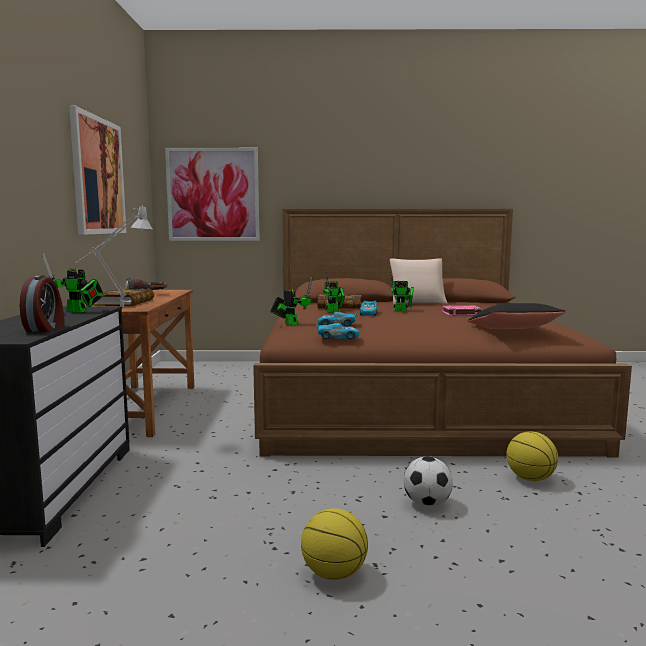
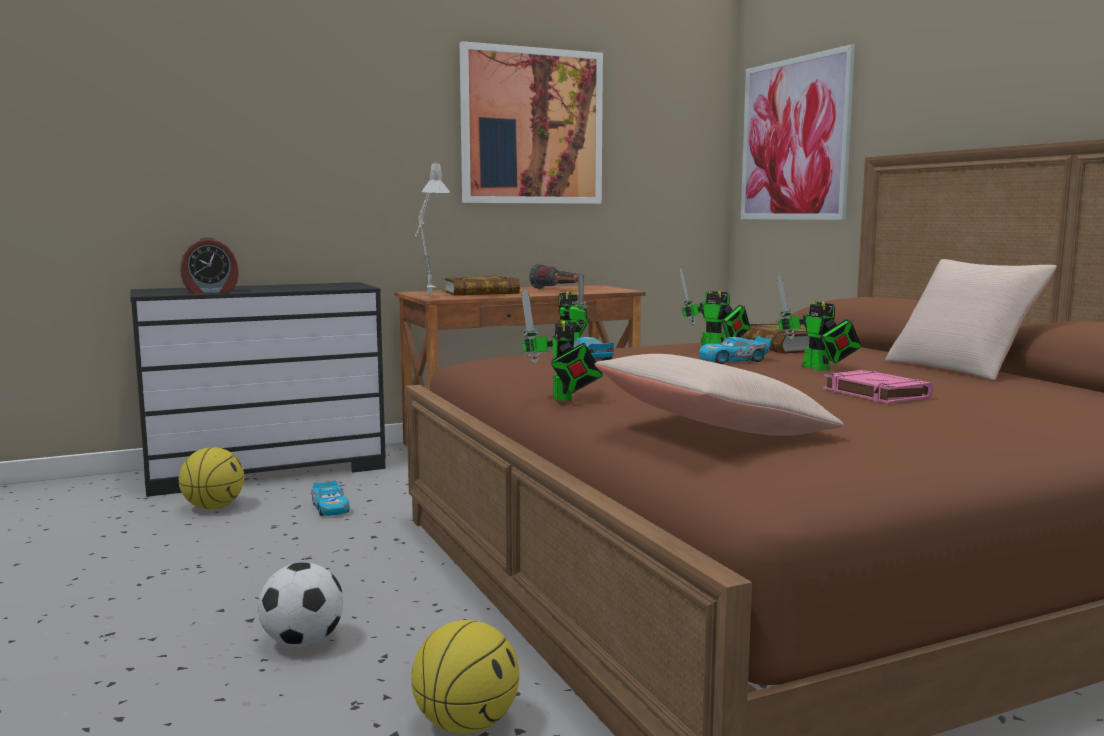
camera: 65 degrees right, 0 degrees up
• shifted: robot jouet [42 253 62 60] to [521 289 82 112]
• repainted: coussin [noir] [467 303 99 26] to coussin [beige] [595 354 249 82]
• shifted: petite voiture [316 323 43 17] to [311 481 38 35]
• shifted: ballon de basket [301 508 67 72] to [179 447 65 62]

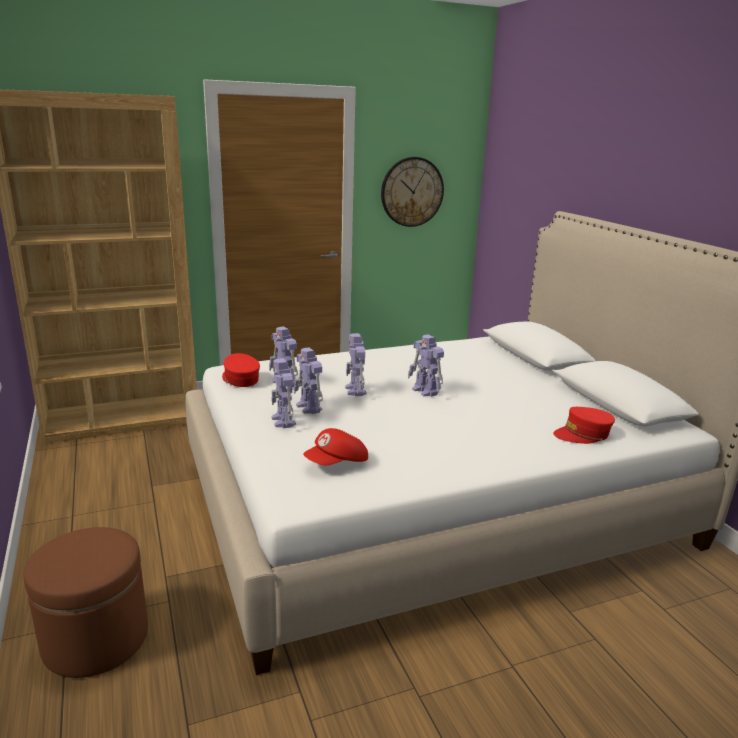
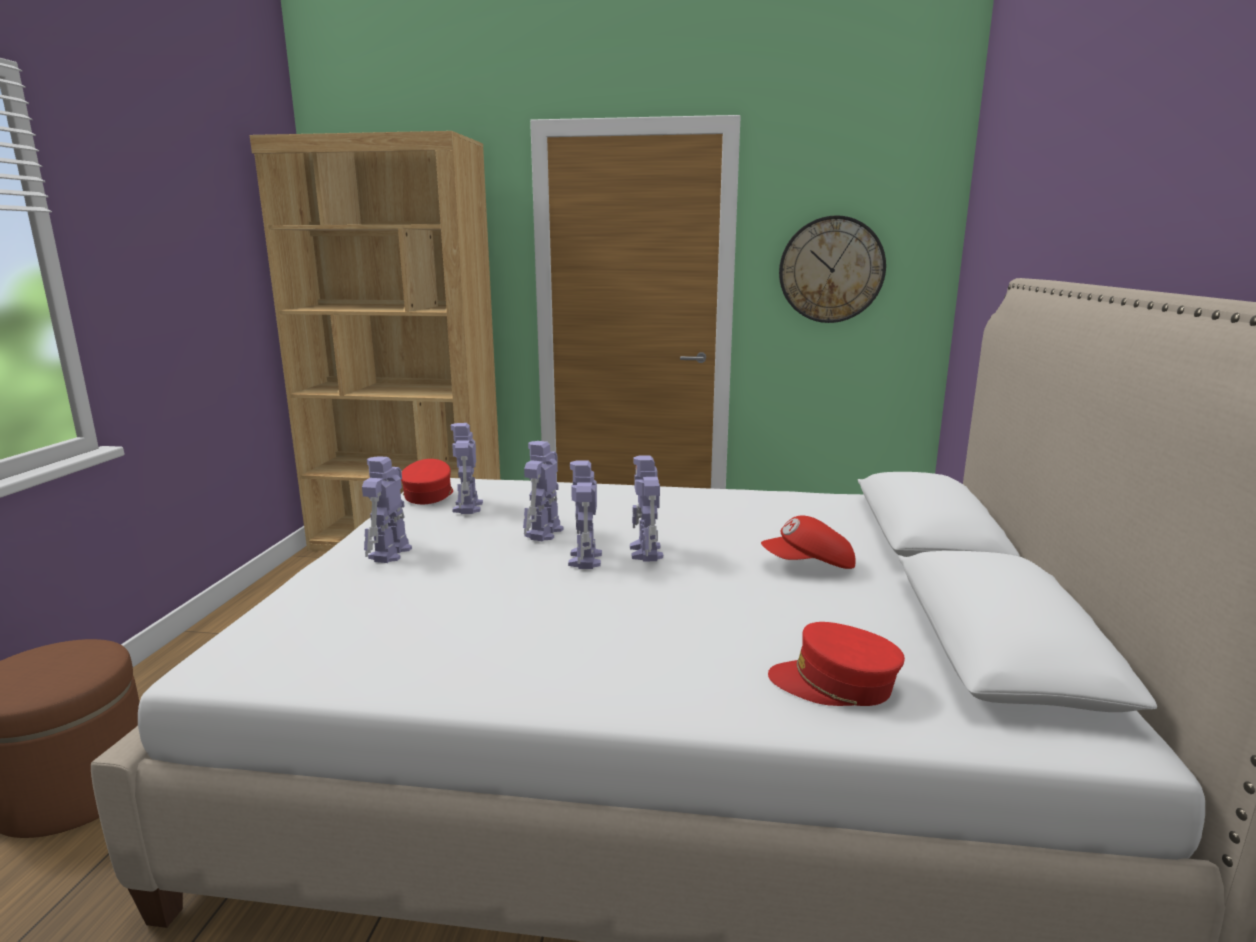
camera: 30 degrees right, 5 degrees down
• shifted: robot jouet [294 347 29 67] to [568 460 34 109]
• shifted: casquette [rouge] [303 428 65 38] to [761 516 95 53]

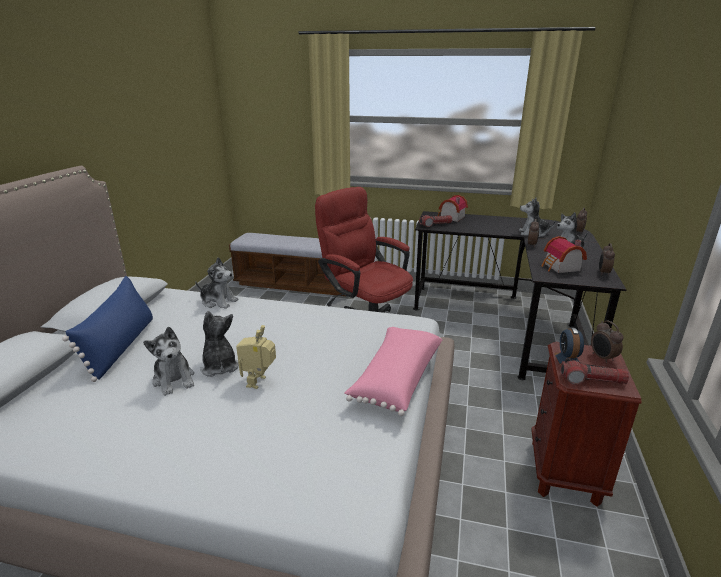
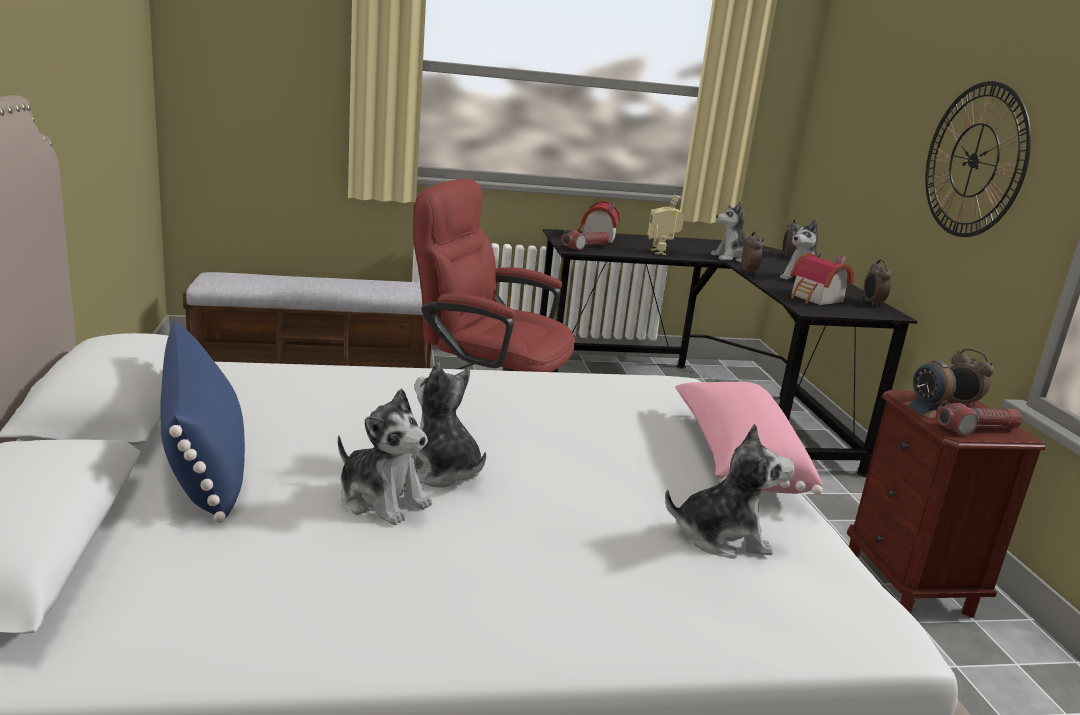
camera: 25 degrees left, 5 degrees down
• shifted: peluche [195 257 43 52] to [665 424 130 135]
• shifted: robot jouet [236 325 40 64] to [647 194 37 61]
• new: horloge murale [925 81 106 156]

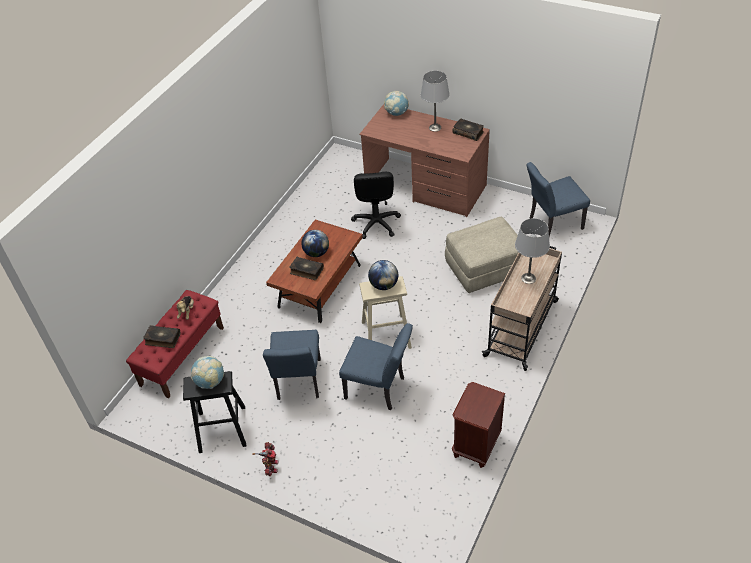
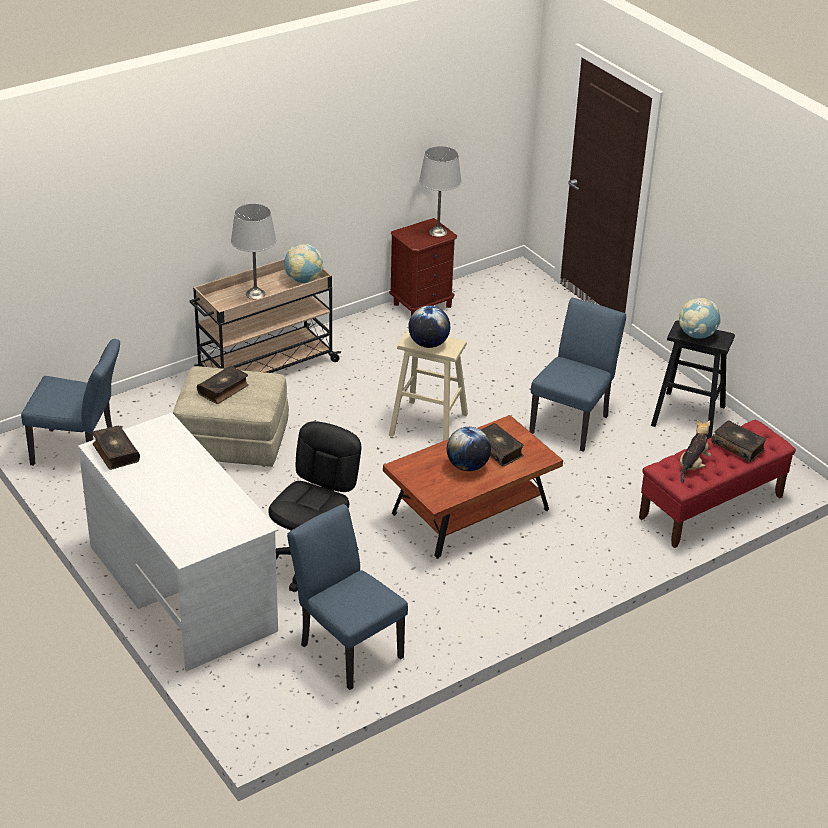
camera: 155 degrees left, 10 degrees down
• shifted: lampe de table [gris] [421 71 29 61] to [419 146 43 91]
• shifted: globe [384 91 25 25] to [284 244 39 39]
• repainted: bureau [marron] [359 104 131 113] to bureau [blanc] [78 413 200 259]
• shifted: chaise [bleu] [339 323 74 87] to [287 504 121 186]
• gone: robot jouet [252 442 27 34]
• new: livre [197 366 52 38]

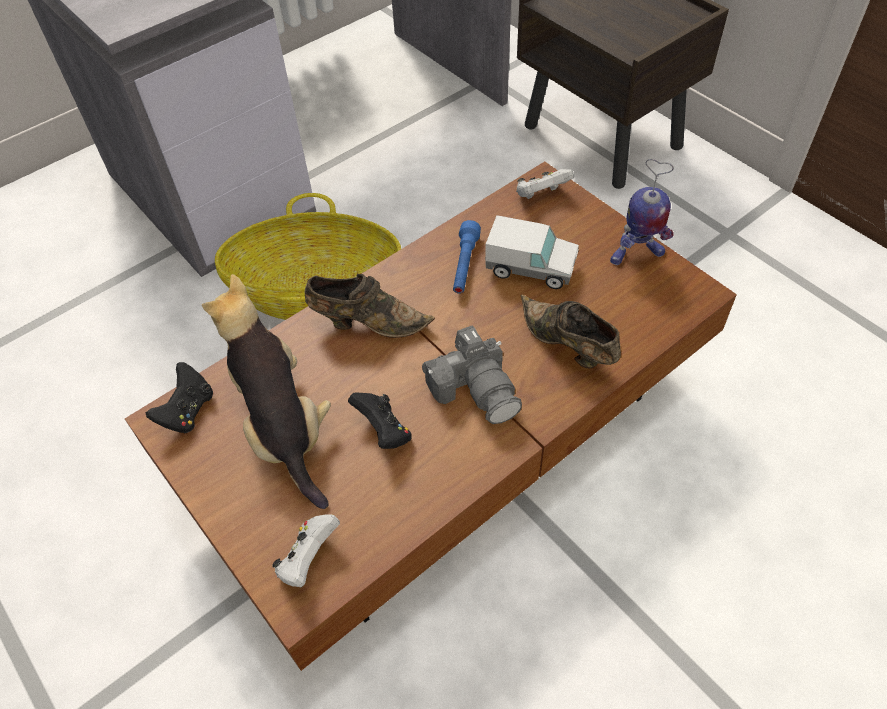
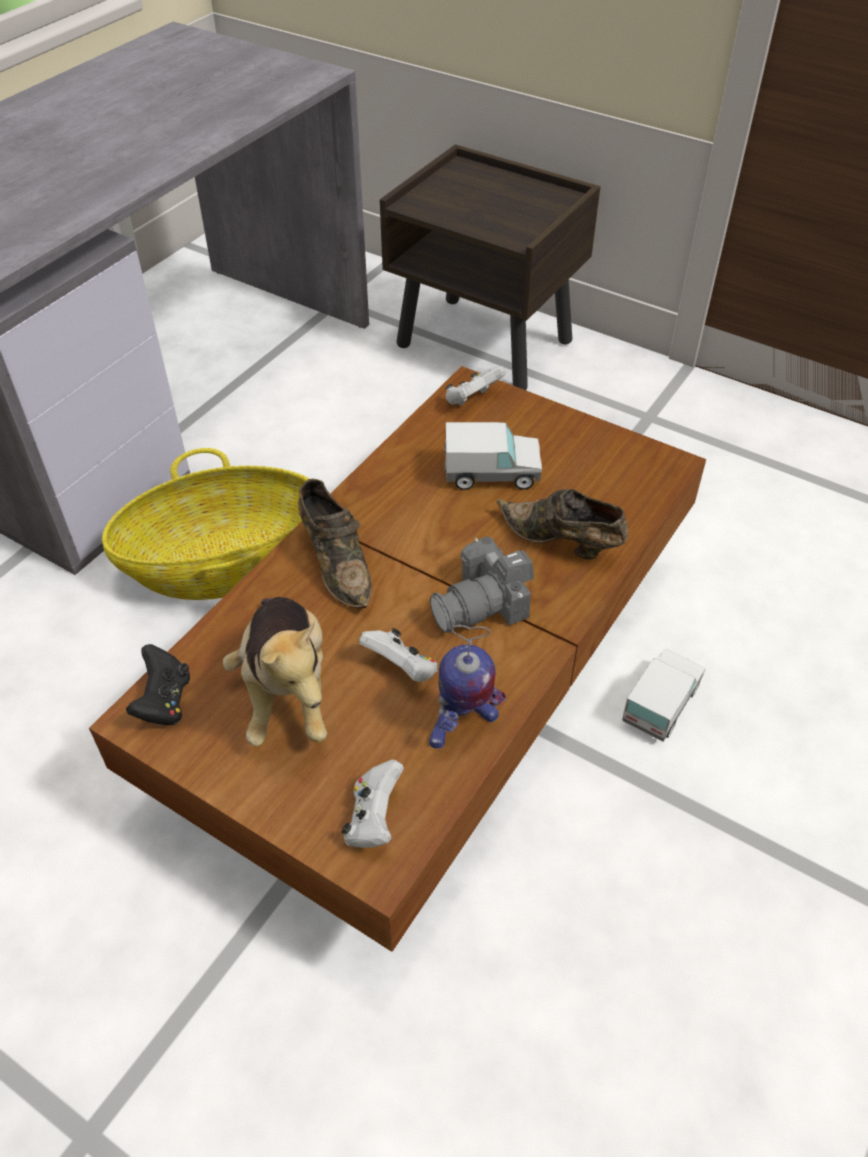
camera: 20 degrees left, 5 degrees down
• shifted: robot jouet [610 159 64 106] to [429 625 77 124]
• gone: lampe de poche [bleu] [453 220 28 74]
• rotated: peluche [202 274 129 235] = [223 597 104 149] 150 degrees counterclockwise
• rotated: chaussure [marron] [305 274 130 64] = [298 479 74 130] 75 degrees clockwise
• rotated: appareil photo [422 326 100 98] = [430 537 104 96] 105 degrees clockwise
• repainted: manette [noir] [348 393 64 56] to manette [blanc] [359 628 78 54]
• new: camion jouet [622 648 84 94]

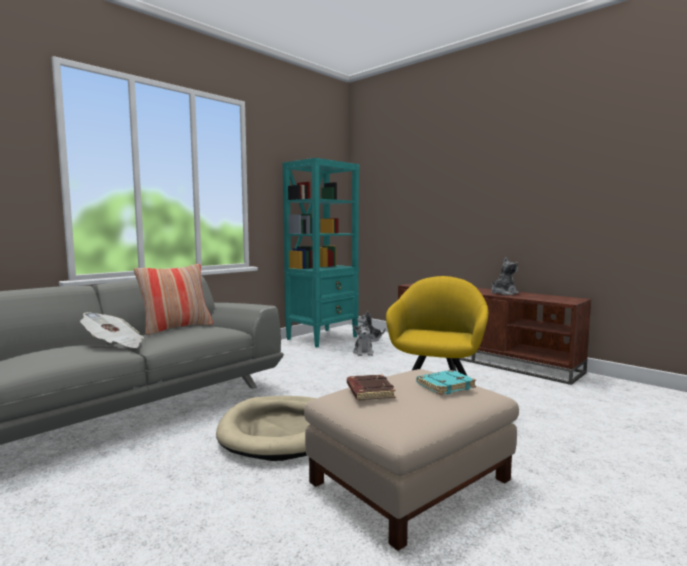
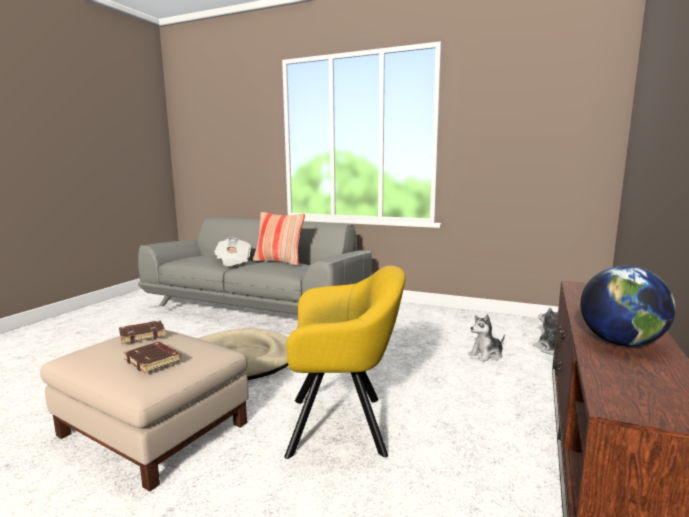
camera: 70 degrees right, 5 degrees up
• gone: bibliothèque [turquoise] [283 158 76 189]
• swapped: peluche [491 257 28 38] to globe [580 266 96 80]
• repainted: livre [turquoise] [416 370 60 25] to livre [marron] [124 342 58 31]

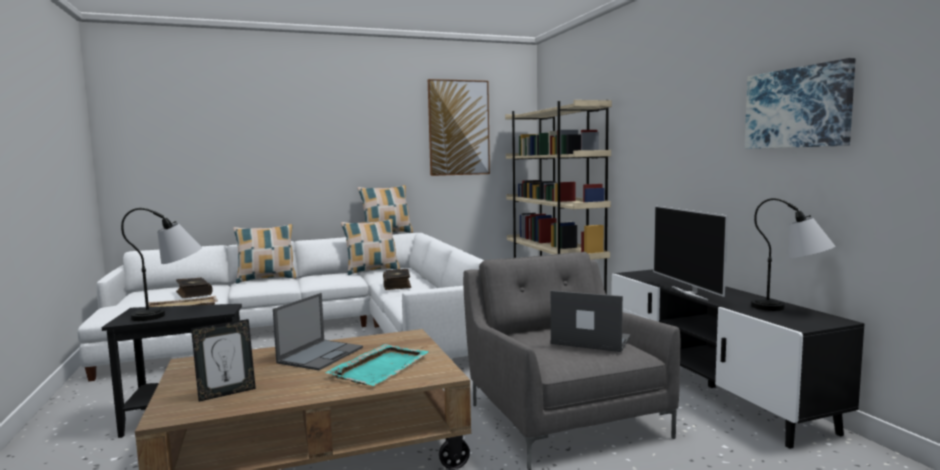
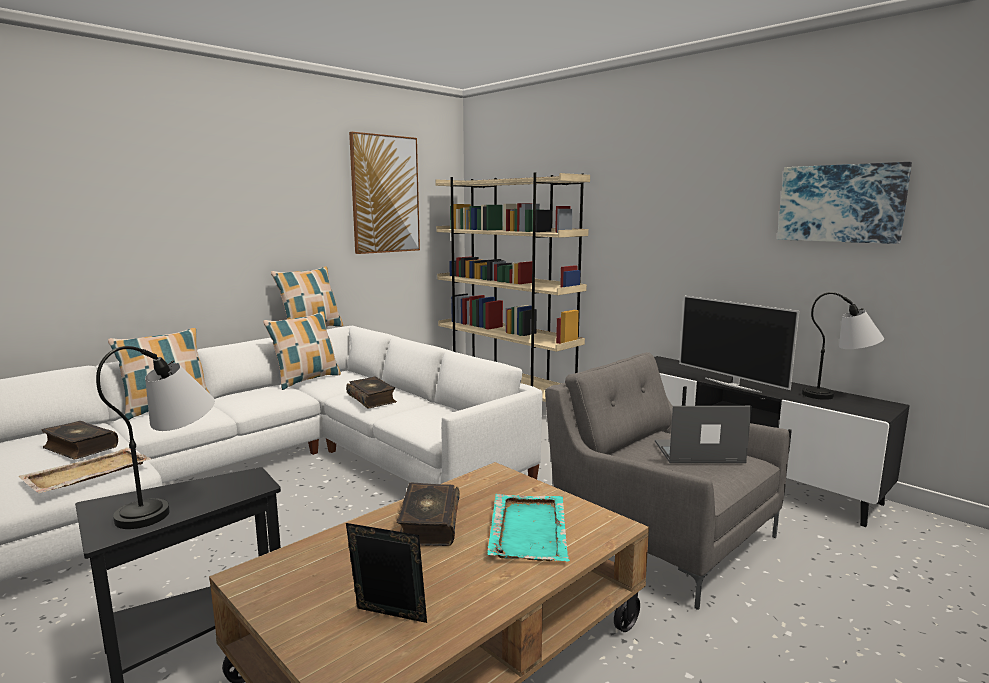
camera: 25 degrees left, 5 degrees up
• swapped: ordinateur portable [273 293 90 77] to livre [397 482 63 64]
• rotated: cadre photo [191 319 65 83] = [346 523 81 100] 105 degrees counterclockwise

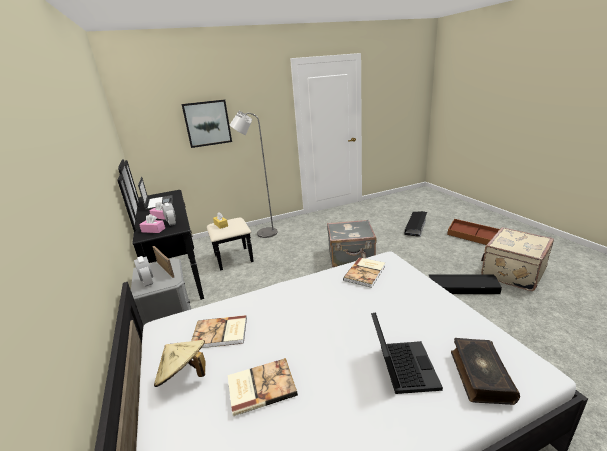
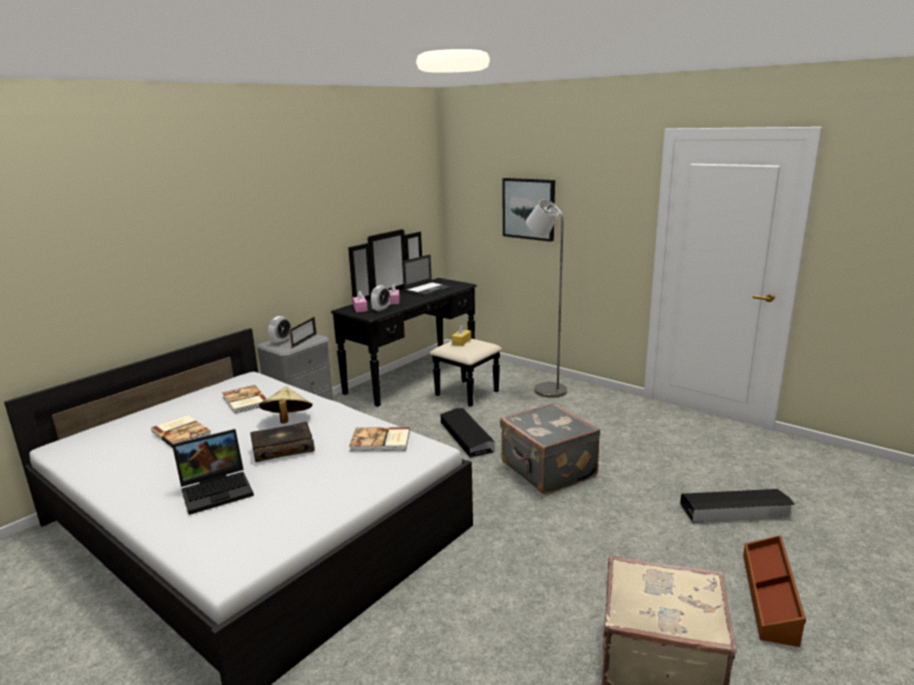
camera: 60 degrees right, 5 degrees down
• shifted: boîte de rangement [noir] [429 274 73 20] to [440 408 55 50]
• shifted: livre [451 338 69 67] to [250 422 65 40]
• shifted: chapeau [beige] [154 340 51 47] to [259 387 54 37]

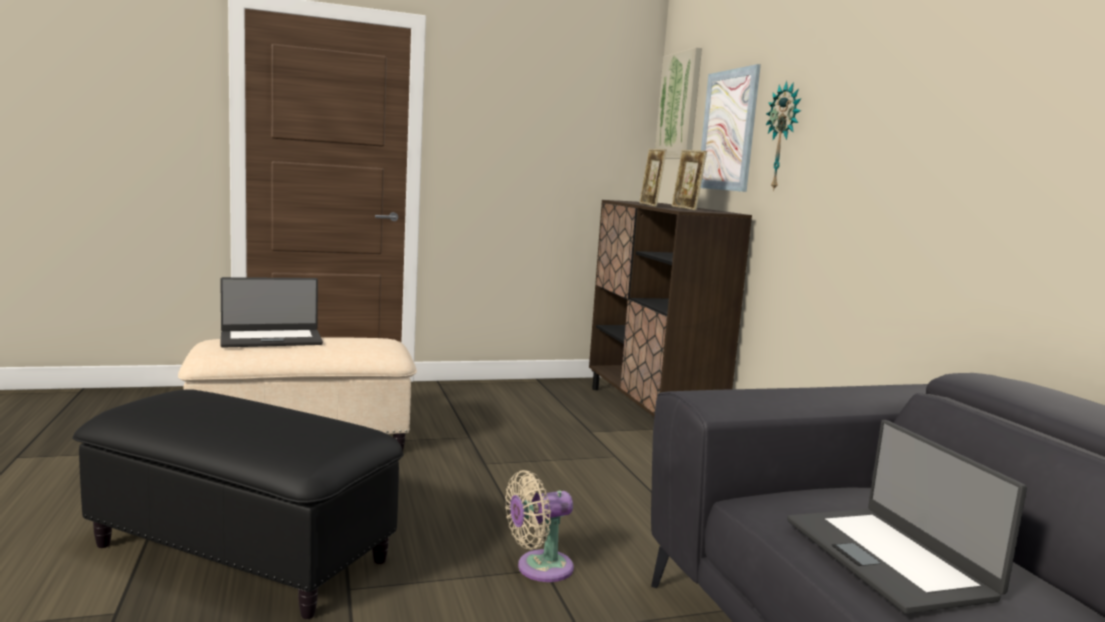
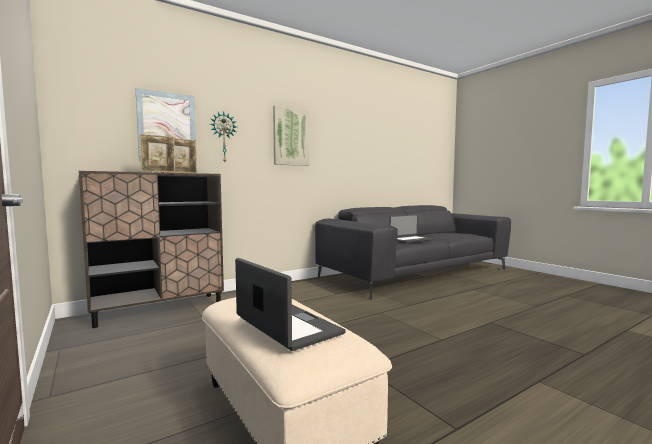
camera: 105 degrees left, 5 degrees down
• shifted: tableau [655 47 47 112] to [273 105 37 61]
• gone: pouf [noir] [72 389 331 230]
• gone: ventilateur [beige] [505 470 69 112]

